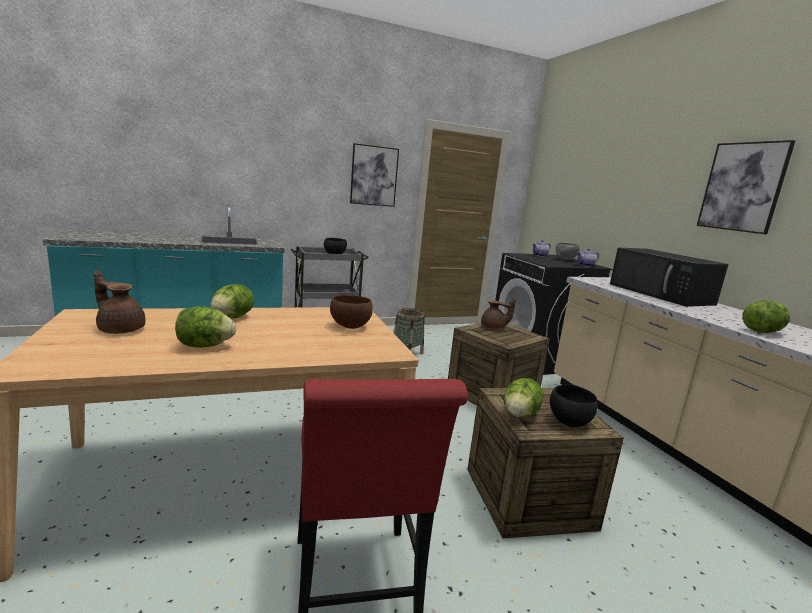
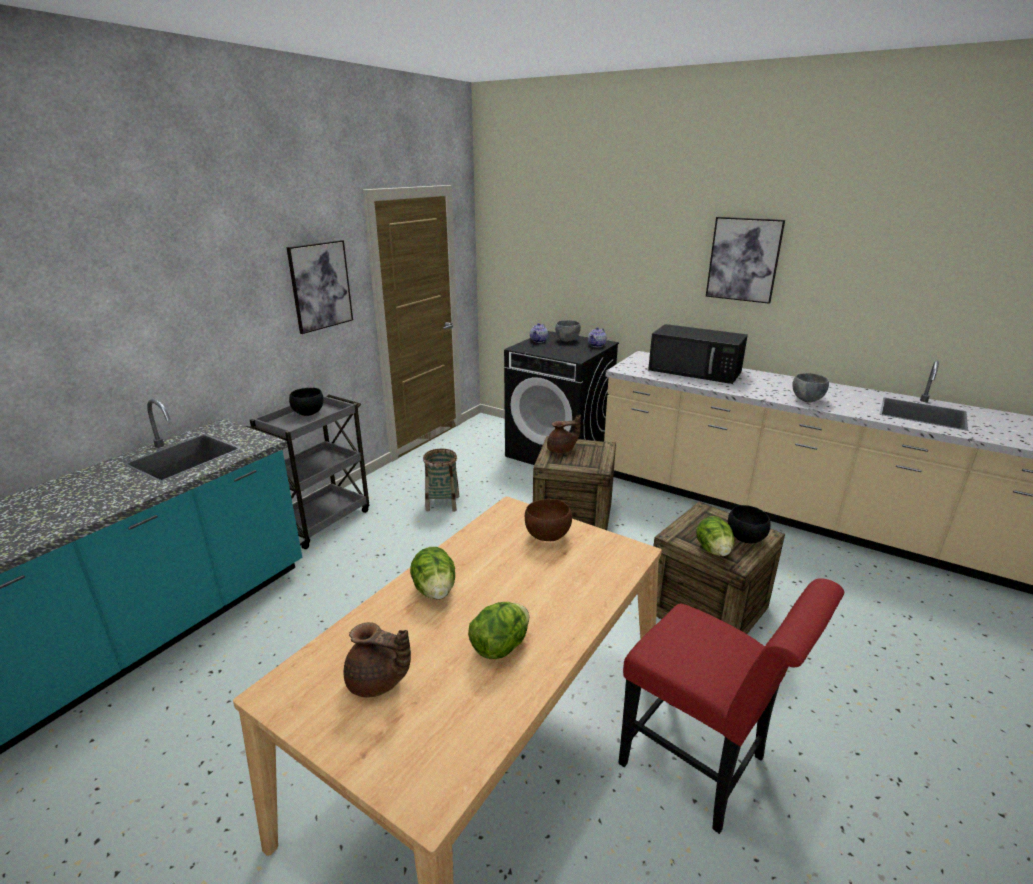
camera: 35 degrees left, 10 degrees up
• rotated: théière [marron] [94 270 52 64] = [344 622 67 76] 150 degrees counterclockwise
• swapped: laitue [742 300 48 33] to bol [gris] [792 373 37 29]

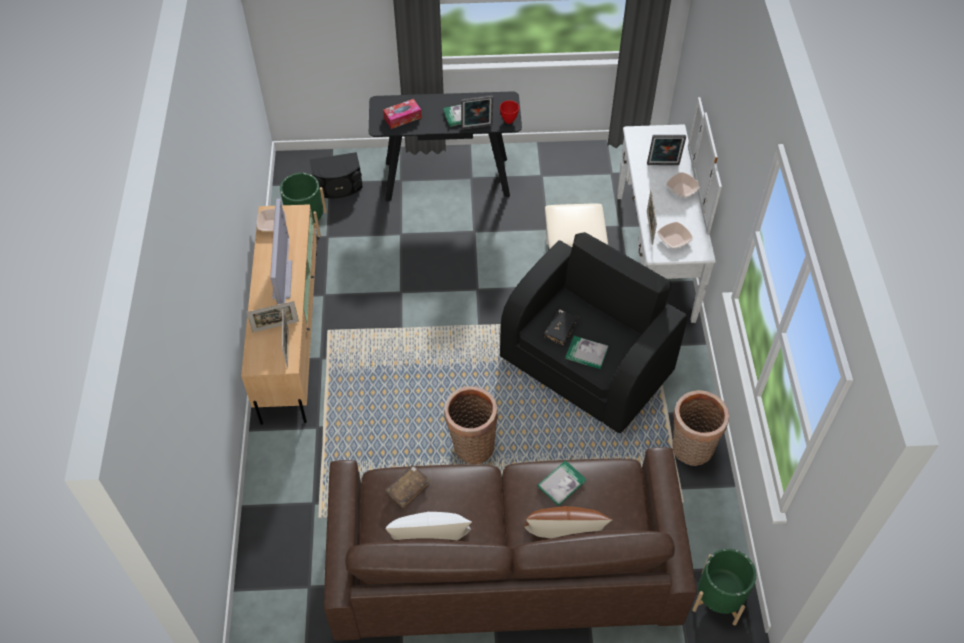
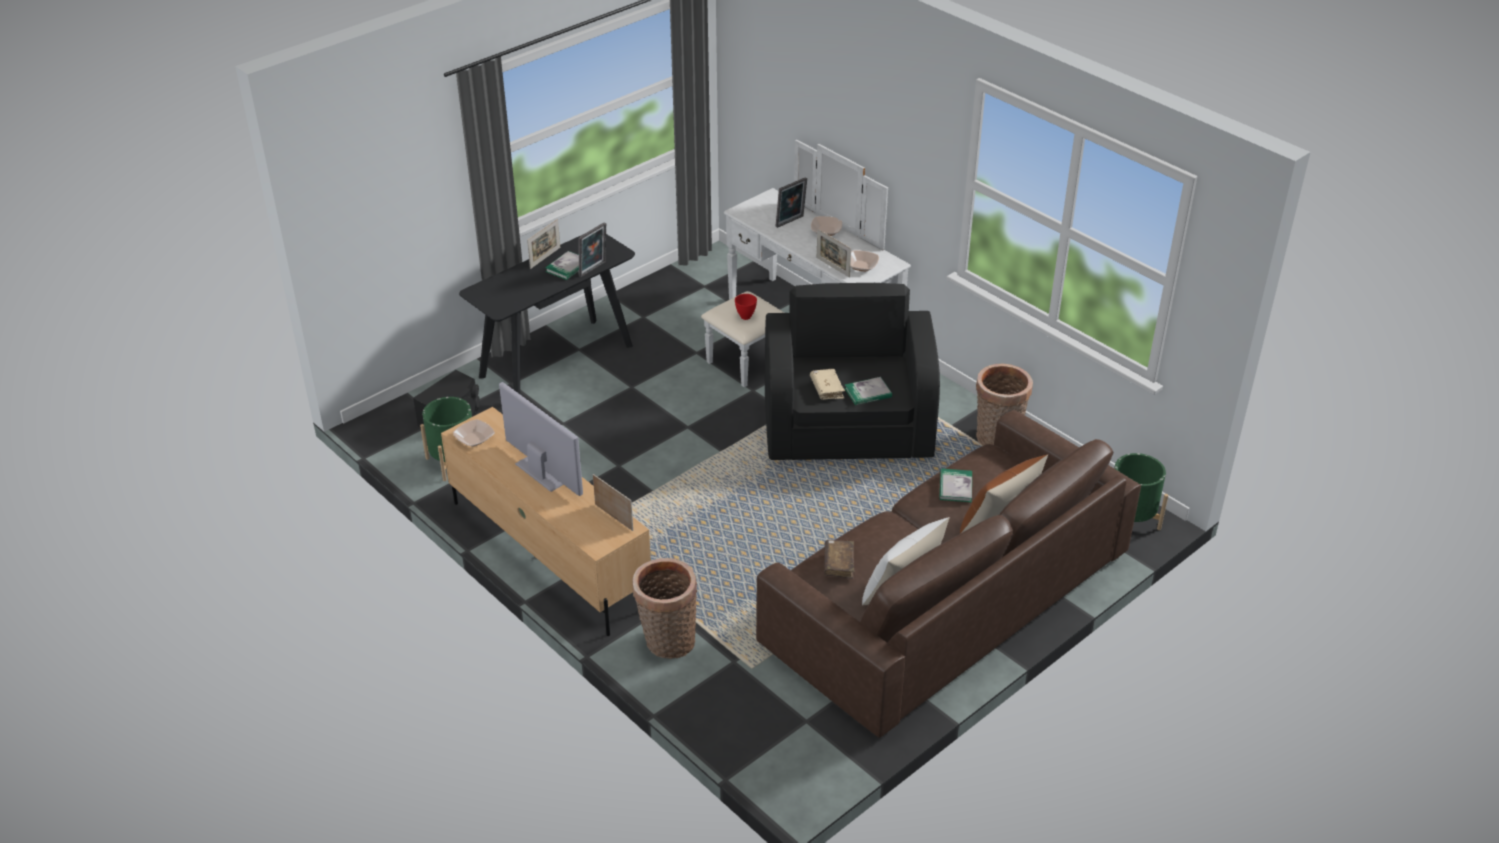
camera: 40 degrees left, 15 degrees down
• gone: boîte à mouchoirs [383 99 39 30]
• shifted: bol [rouge] [500 100 19 24] to [735 294 22 26]
• shifted: cadre photo [247 301 52 31] to [527 219 33 50]
• repainted: livre [noir] [543 309 35 38] to livre [beige] [810 369 35 31]
• shifted: panier [444 386 54 78] to [632 558 65 101]

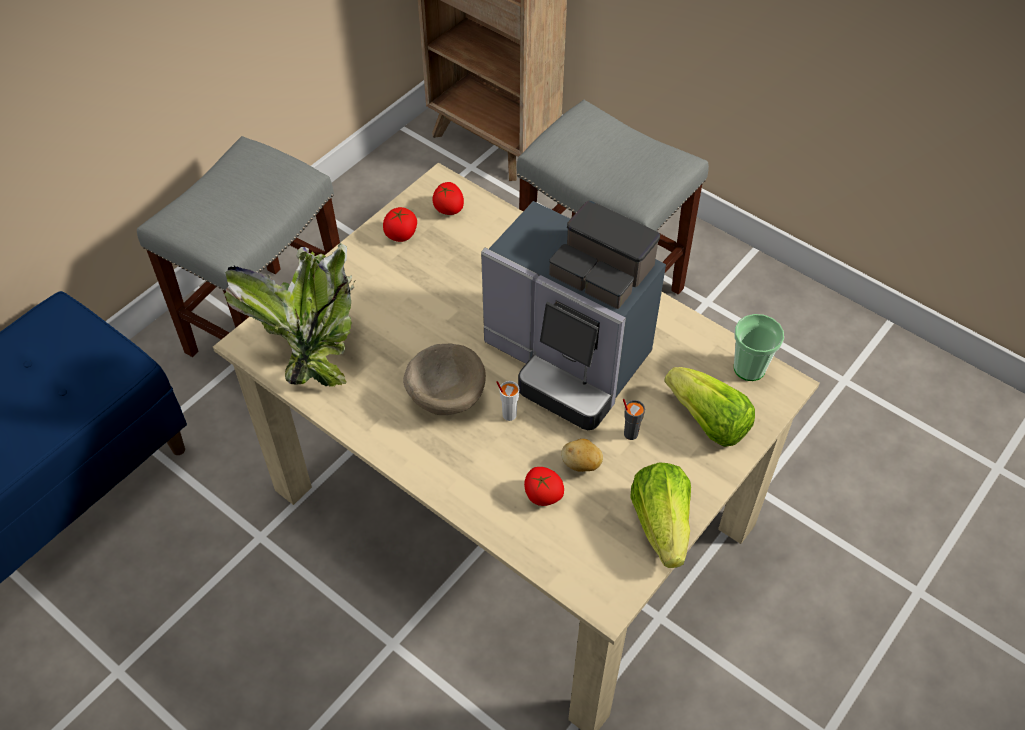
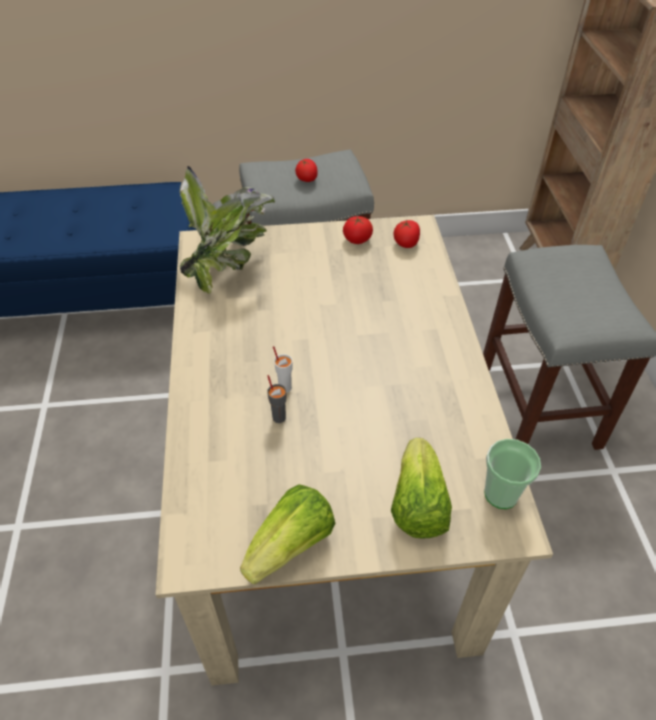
camera: 45 degrees right, 5 degrees down
• gone: machine à café [481 201 185 229]
• gone: bol [beige] [403 343 83 72]
• shifted: tasse [gris] [623 399 22 41] to [267 375 19 48]
• gone: pomme de terre [561 439 42 33]
• shifted: tomate [524 467 40 39] to [295 159 23 23]

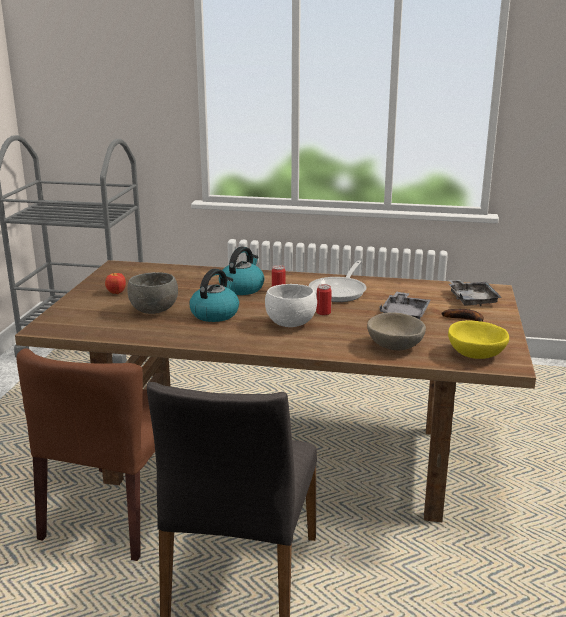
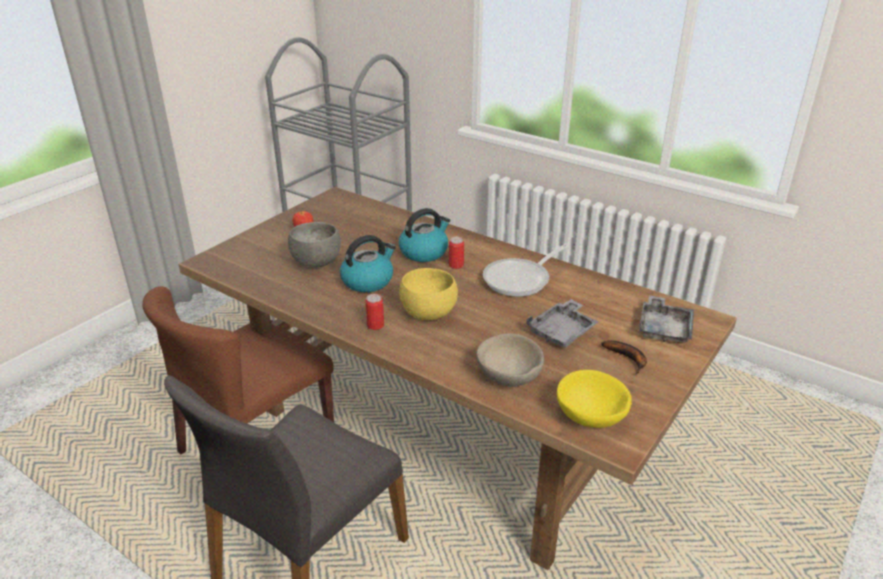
camera: 25 degrees right, 10 degrees up
• repainted: bol [blanc] [265 284 52 43] to bol [jaune] [399 268 59 52]
• shifted: boîte métallique [316 284 16 31] to [365 294 19 36]

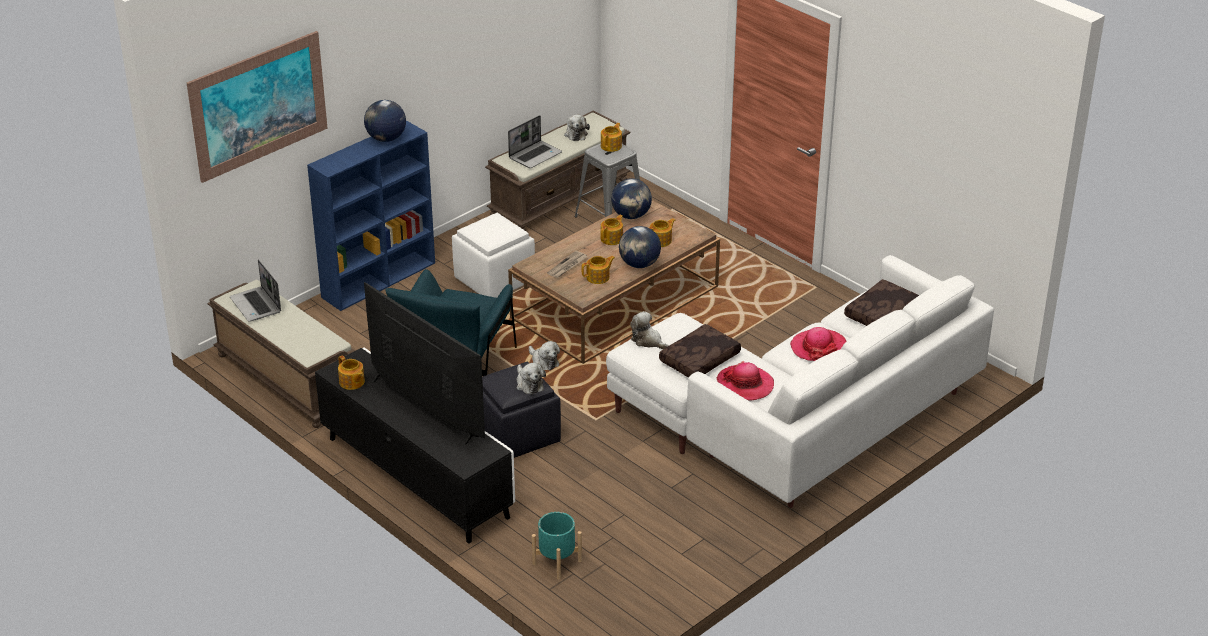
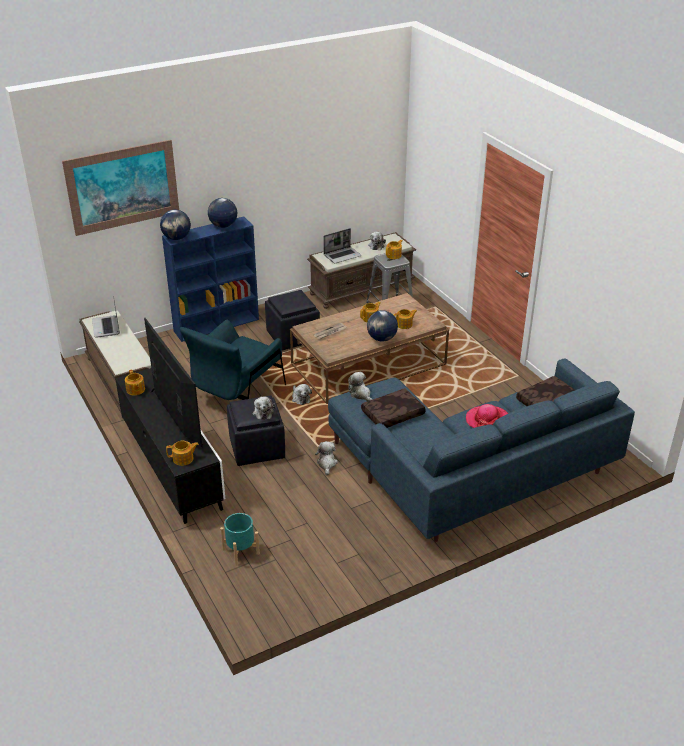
camera: 15 degrees right, 0 degrees up
• shifted: globe [611 178 41 41] to [160 210 31 30]
• repainted: pouf [blanc] [452 213 83 85] to pouf [noir] [265 290 55 60]
• repainted: canapé [blanc] [606 255 388 253] to canapé [bleu] [328 358 307 184]
• shifted: théière [581 256 34 28] to [166 441 33 25]
• gone: chapeau [716 361 58 40]
• new: peluche [315 441 23 34]

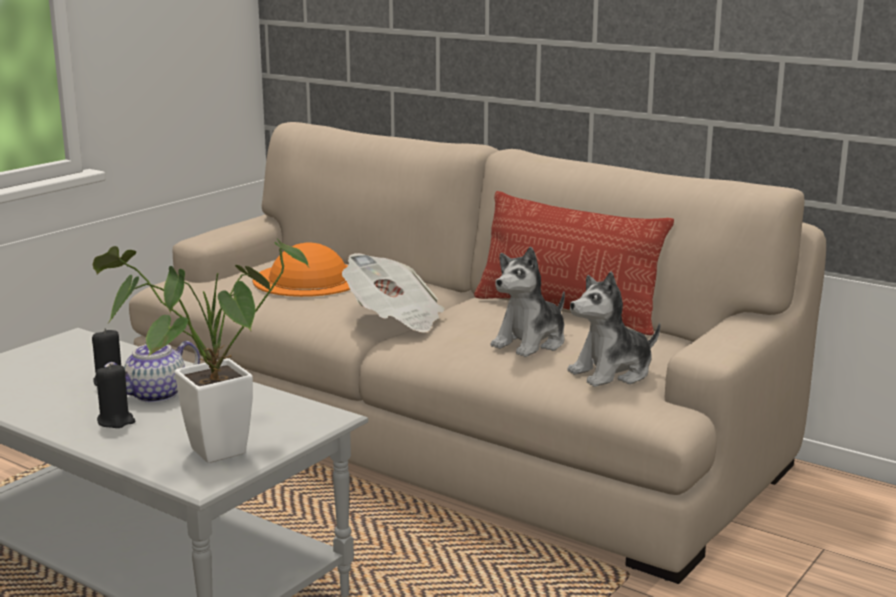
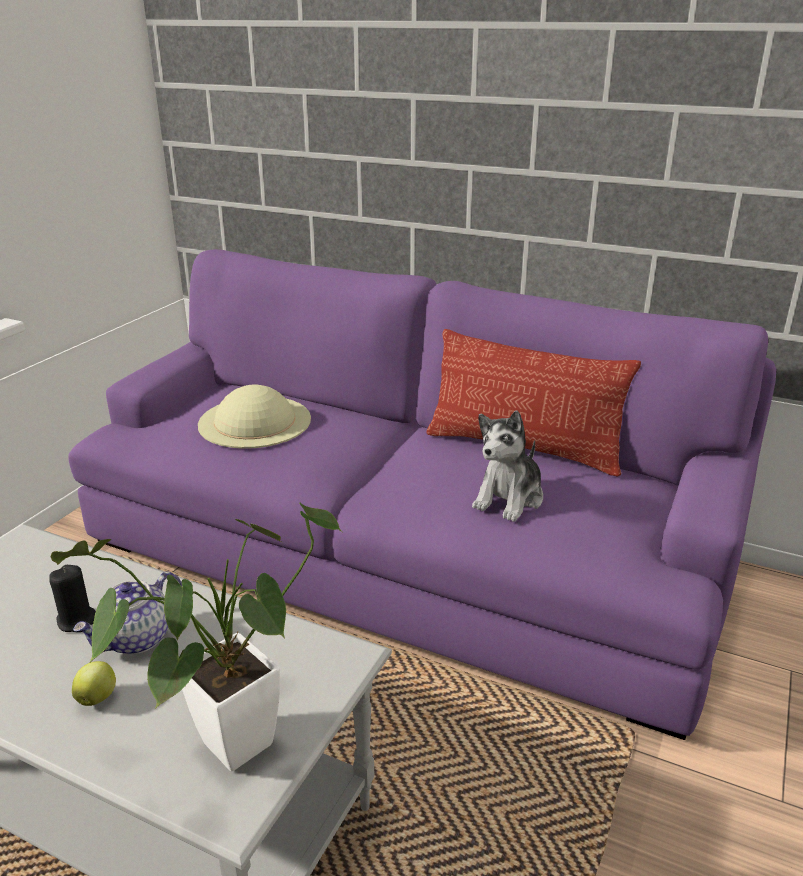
camera: 10 degrees left, 10 degrees up
• repainted: canapé [beige] [129 122 697 462] to canapé [violet] [68 249 708 491]
• repainted: chapeau [orange] [253 243 97 54] to chapeau [beige] [198 385 113 64]
• gone: journal [342 253 102 80]
• gone: peluche [567 272 94 115]
• swapped: bougie [noir] [96 363 39 65] to pomme [72 661 44 45]

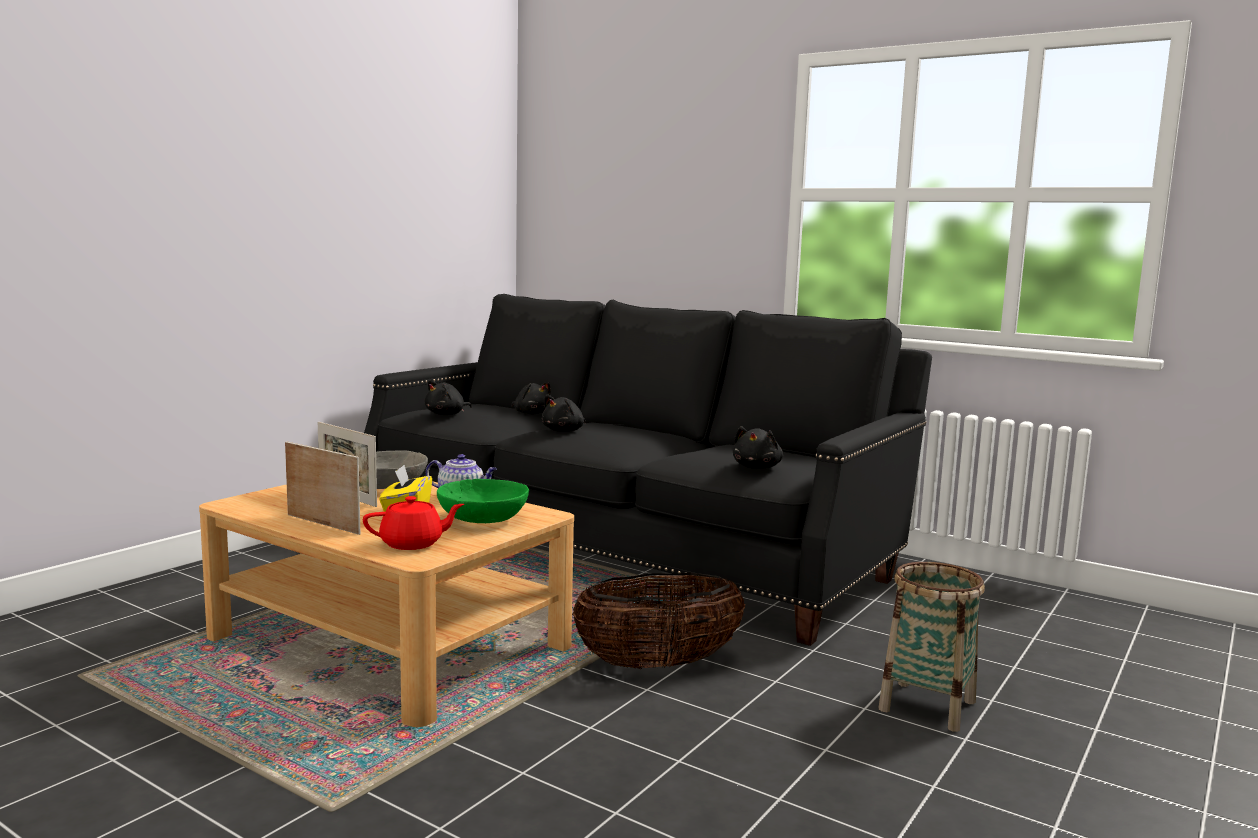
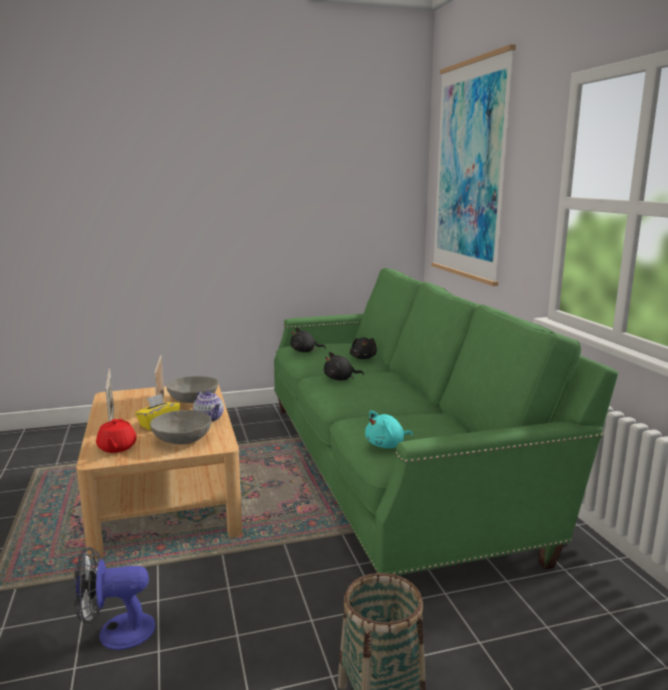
camera: 40 degrees right, 5 degrees up
• repainted: canapé [noir] [364 294 568 352] to canapé [vert] [274 268 344 308]
• repainted: peluche [noir] [733 426 50 43] to peluche [turquoise] [365 411 48 37]
• repainted: bol [vert] [437 479 92 44] to bol [gris] [150 410 61 35]
• rotated: théière [rouge] [363 496 101 54] = [96 419 40 34] 60 degrees clockwise
• gone: panier [572 572 173 97]
• new: tableau [431 44 85 242]
• new: ventilateur [73 547 83 103]

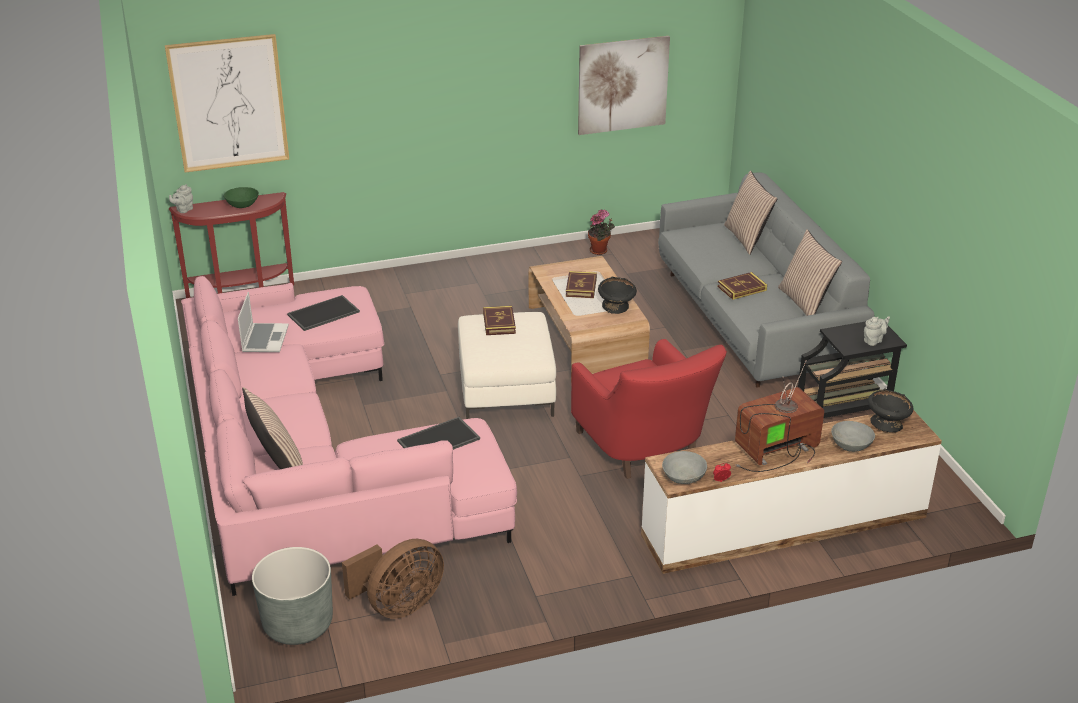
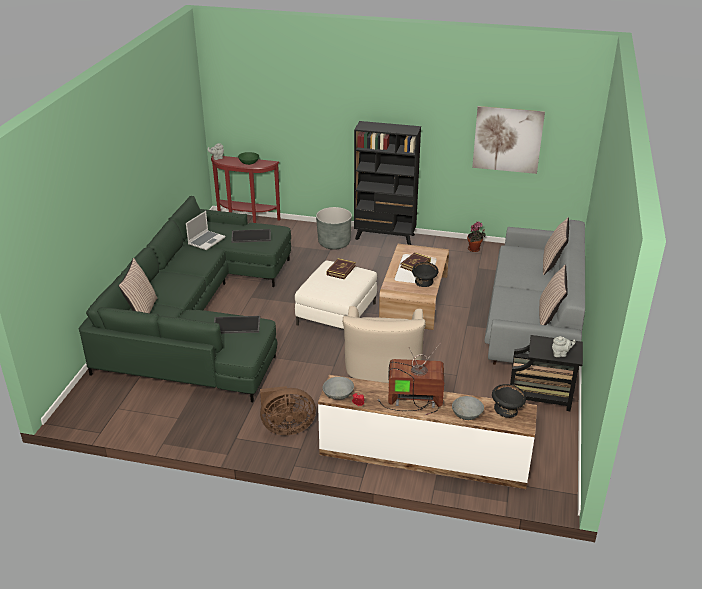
camera: 30 degrees right, 0 degrees up
• gone: tableau [165 34 124 139]
• gone: livre [717 272 50 28]
• repainted: canapé [rose] [181 276 336 320] to canapé [vert] [79 196 212 206]
• repainted: fauteuil [rouge] [571 339 156 140] to fauteuil [beige] [342 306 84 77]
• shifted: ventilateur [marron] [342 539 102 80] to [260 386 56 49]
• shifted: cache-pot [gris] [252 547 81 98] to [316 207 36 43]
• new: bibliothèque [noir] [354 121 67 124]

